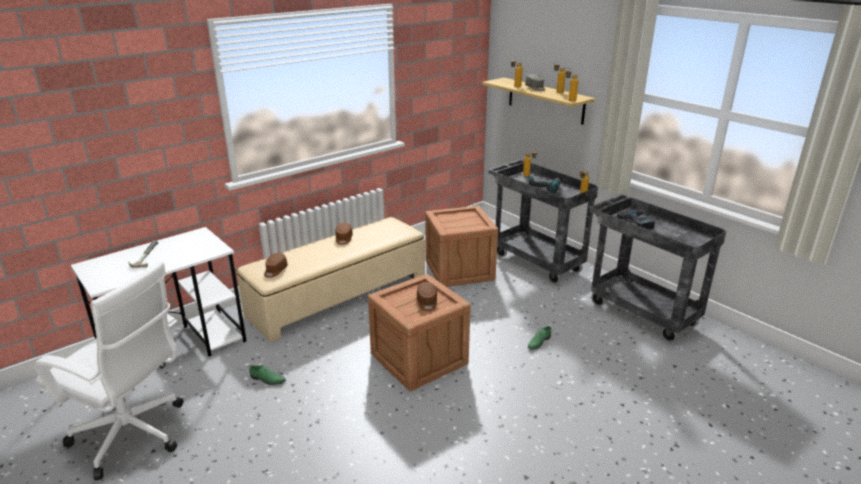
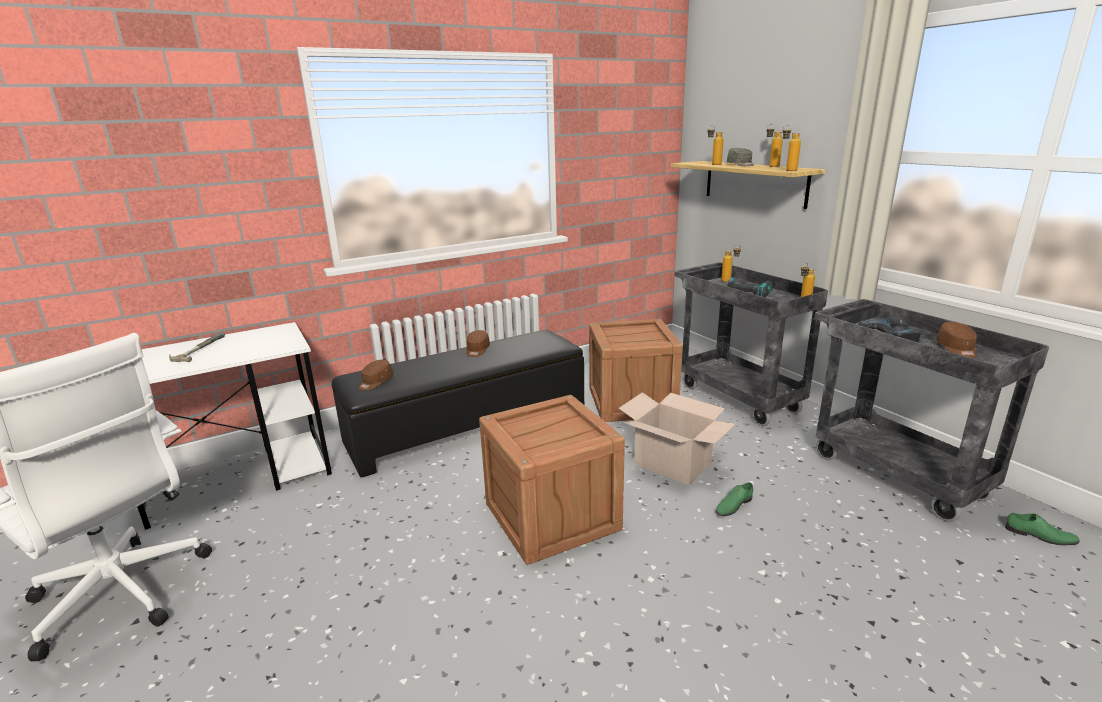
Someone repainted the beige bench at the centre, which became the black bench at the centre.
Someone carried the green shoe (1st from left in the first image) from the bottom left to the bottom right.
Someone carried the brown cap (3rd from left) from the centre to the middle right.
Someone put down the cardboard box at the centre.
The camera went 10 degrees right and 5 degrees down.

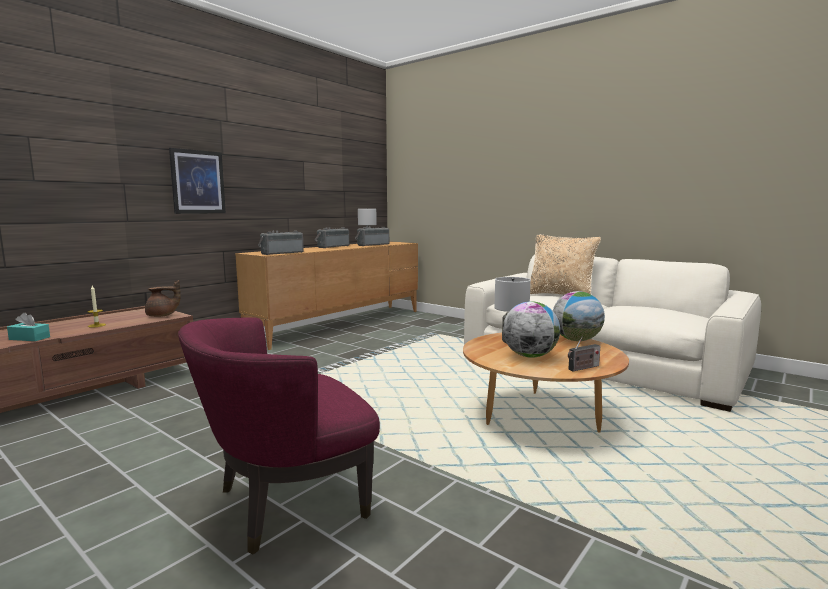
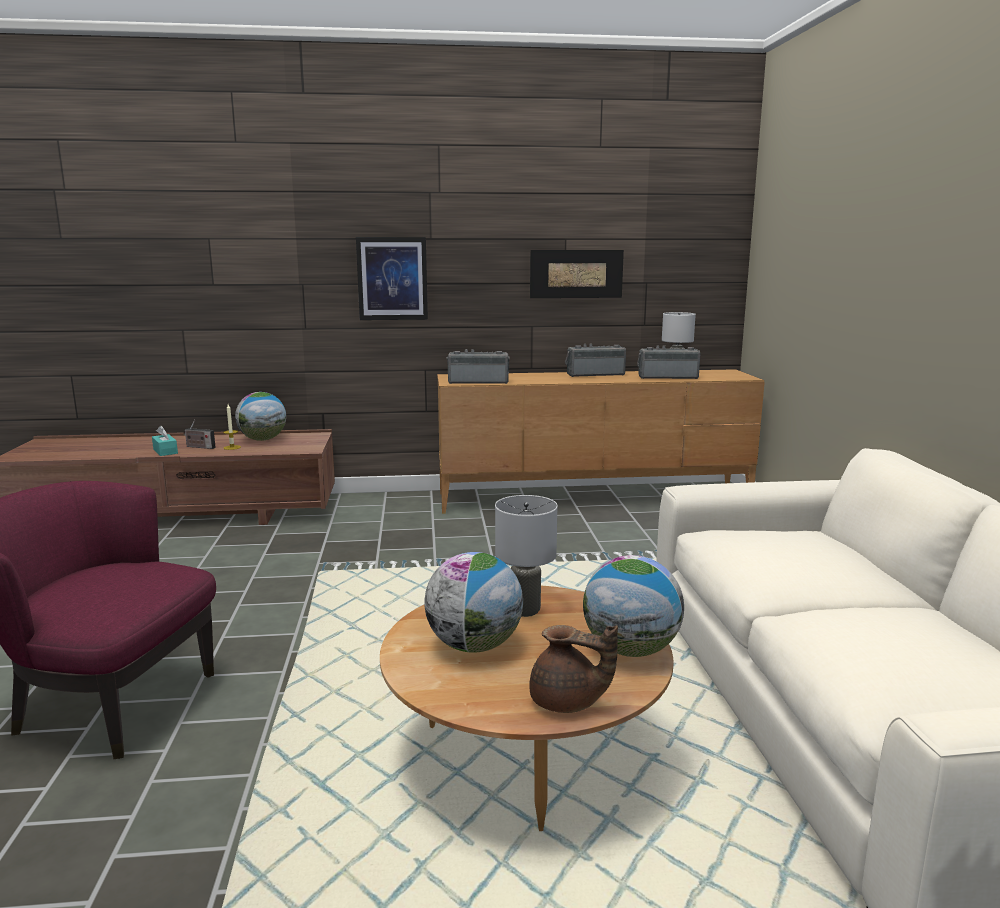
Someone carried the brown teapot from the middle left to the bottom centre.
Someone took away the beige pillow at the middle right.
Someone carried the radio (4th from left in the first image) from the middle right to the middle left.
Someone put down the globe (1st from left) at the middle left.
Someone put up the picture (2nd from left) at the top centre.
The camera went 45 degrees right and 5 degrees up.

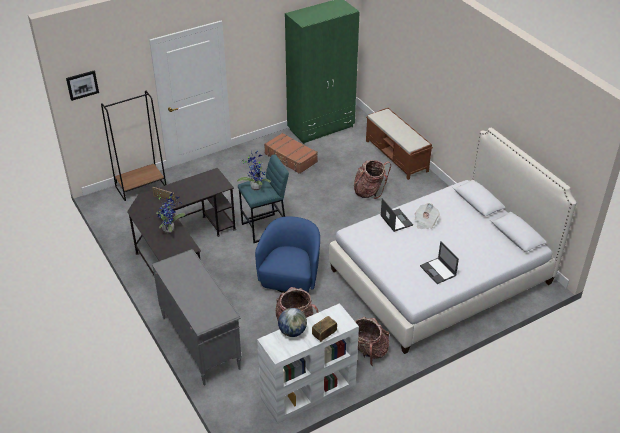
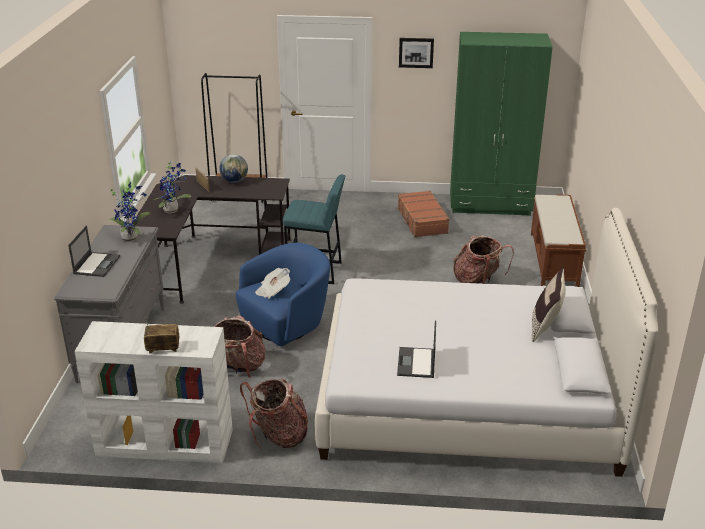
Someone carried the picture from the top left to the top centre.
Someone carried the potted plant (2nd from left in the first image) from the centre to the middle left.
Someone carried the globe from the bottom centre to the top left.
Someone carried the laptop (1st from left) from the centre to the middle left.
Someone carried the newspaper from the middle right to the centre.
Someone put down the pillow at the middle right.
The camera went 35 degrees right and 10 degrees down.

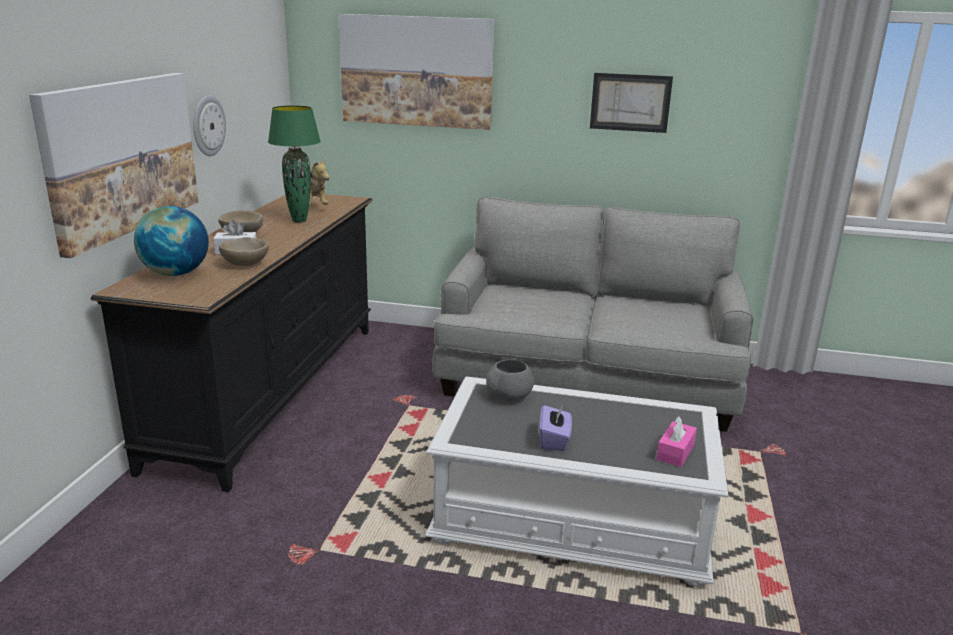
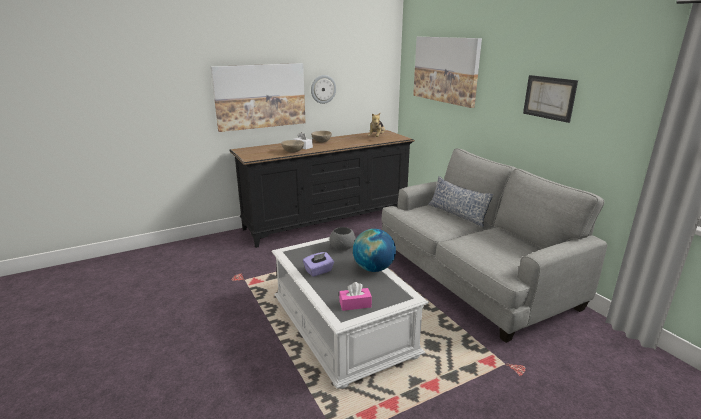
Someone carried the globe from the middle left to the centre.
Someone took away the green table lamp at the top left.
Someone put down the pillow at the centre.
The camera went 50 degrees right and 0 degrees up.

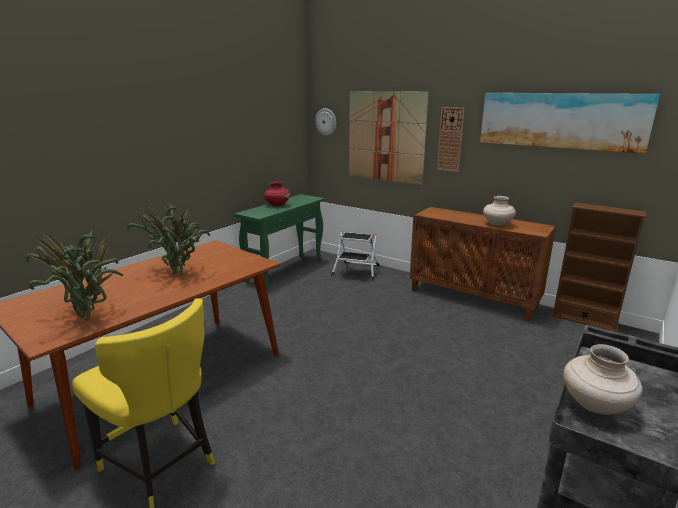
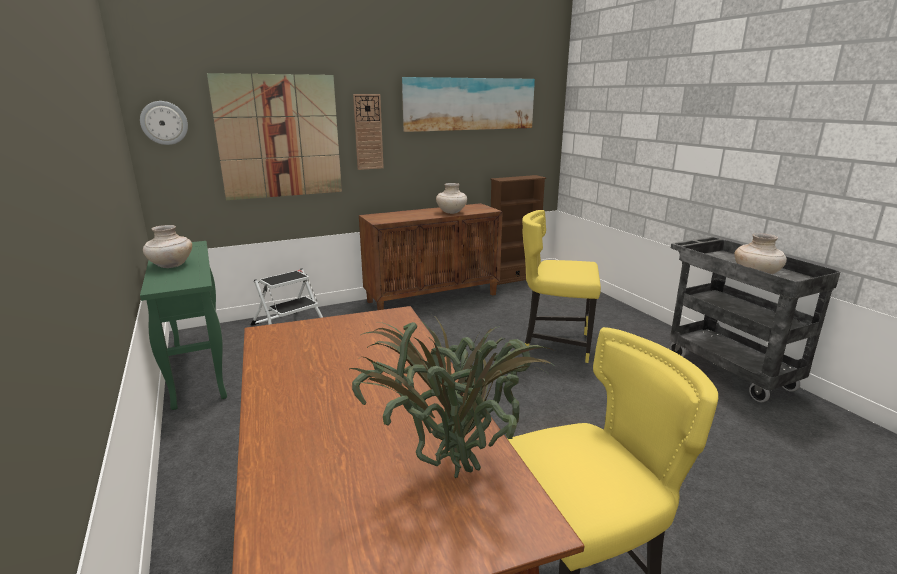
Someone took away the potted plant (2nd from left) at the middle left.
Someone repainted the red vase at the centre, which became the beige vase (1st from left) at the middle left.
Someone put down the yellow chair (1st from left) at the centre.
The camera went 60 degrees left and 0 degrees up.

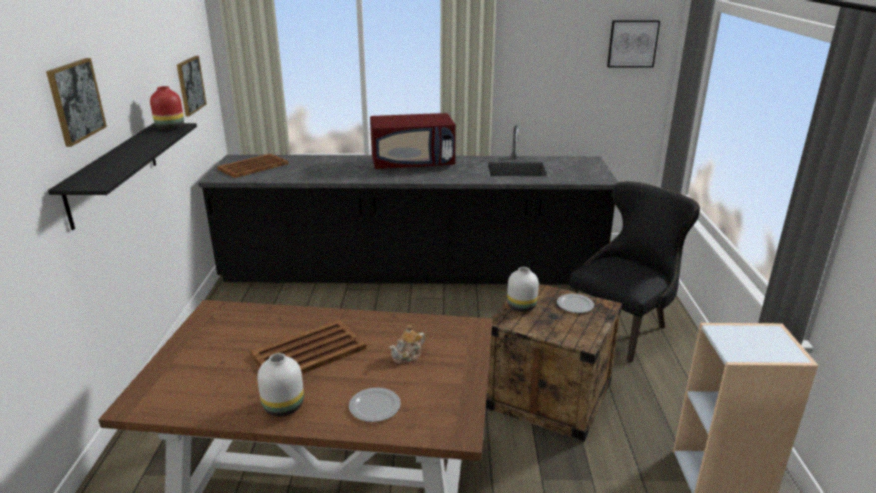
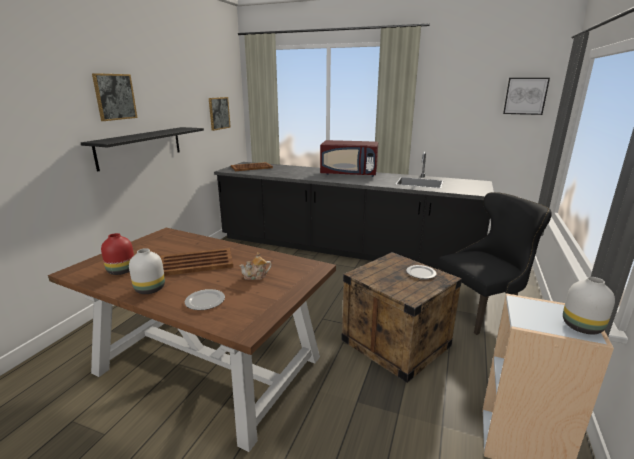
Someone carried the red vase from the top left to the middle left.
Someone carried the white vase (2nd from left) from the centre to the middle right.
The camera went 20 degrees right and 5 degrees down.

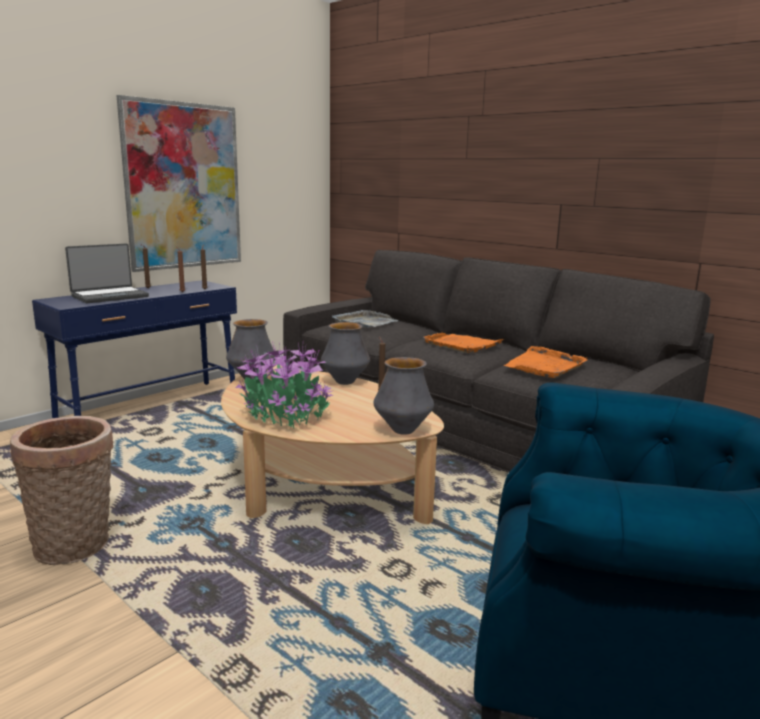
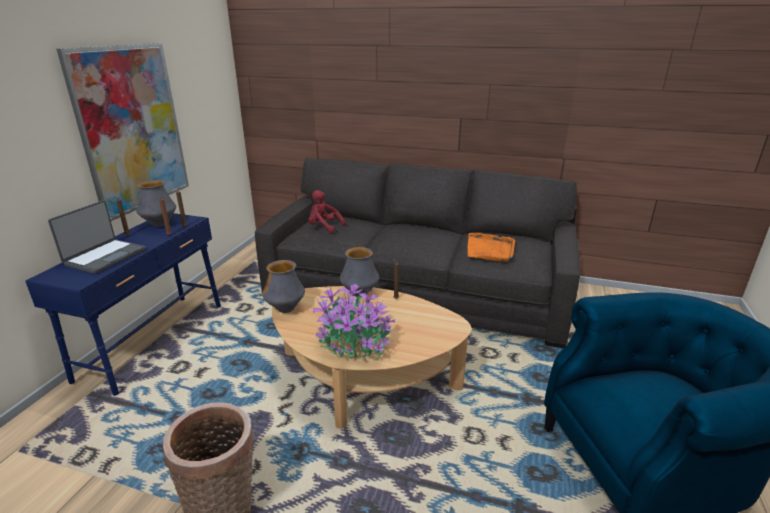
Someone swapped the grey tray at the centre for the red plush toy at the centre.
Someone carried the vase (3rd from left in the first image) from the centre to the middle left.
Someone took away the orange tray (1st from left) at the centre.
The camera went 25 degrees left and 10 degrees up.

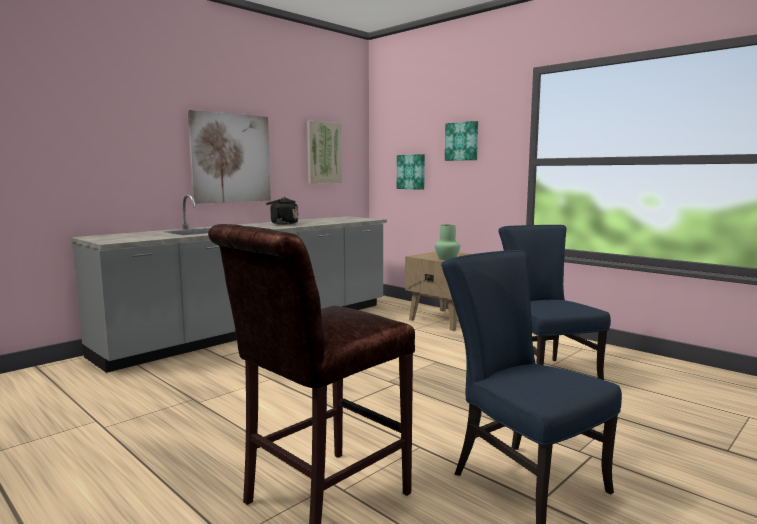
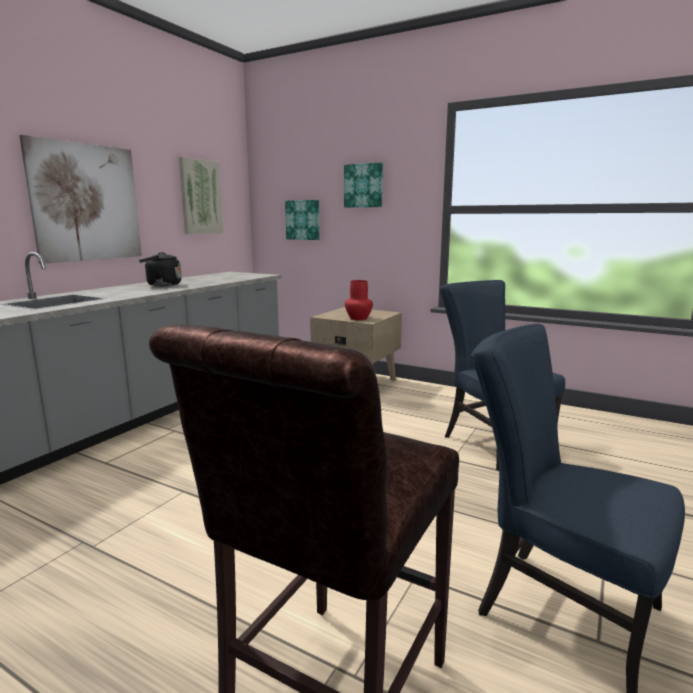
Someone repainted the green vase at the centre, which became the red vase at the centre.
The camera went 15 degrees left and 5 degrees up.

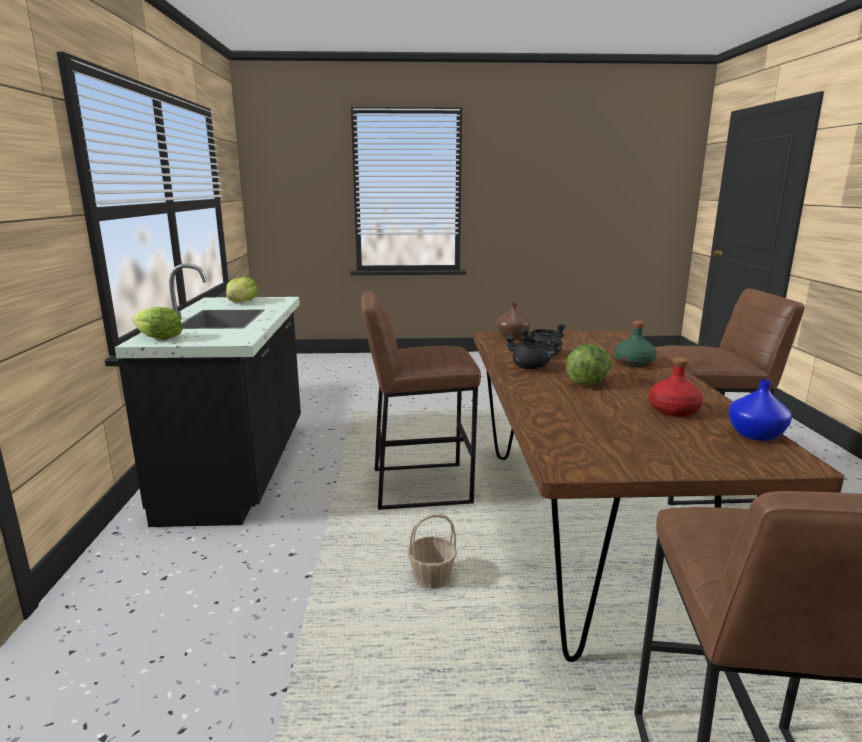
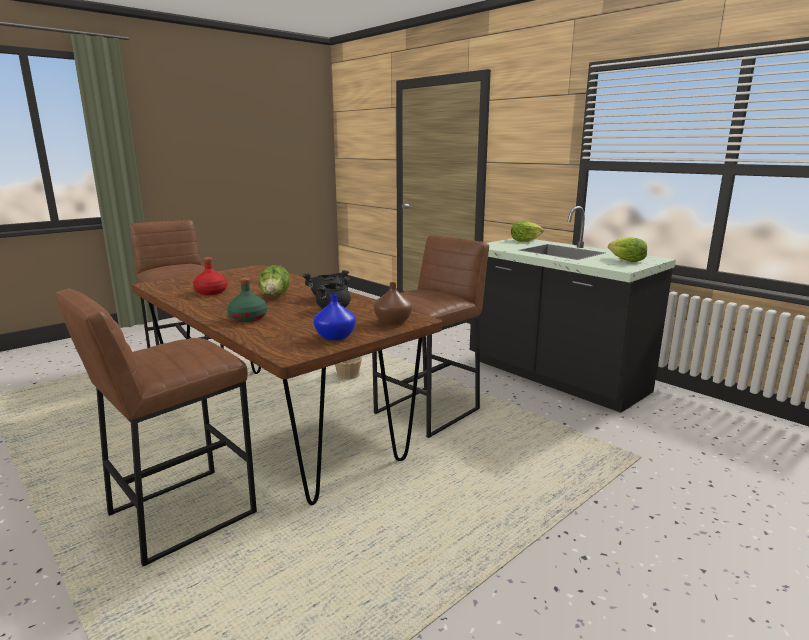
Someone carried the blue vase from the middle right to the centre.
The camera went 140 degrees right and 0 degrees up.

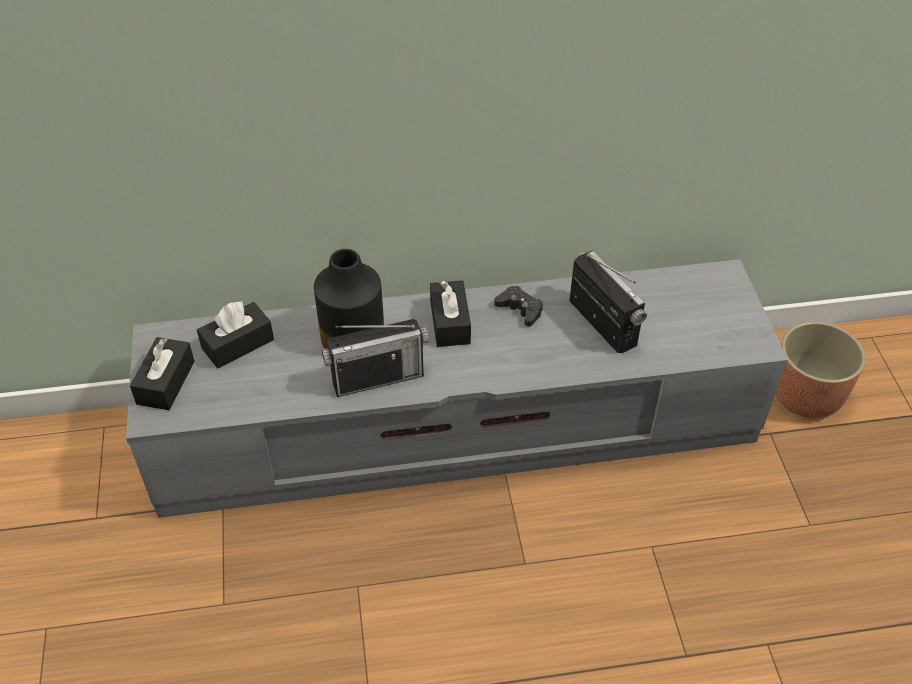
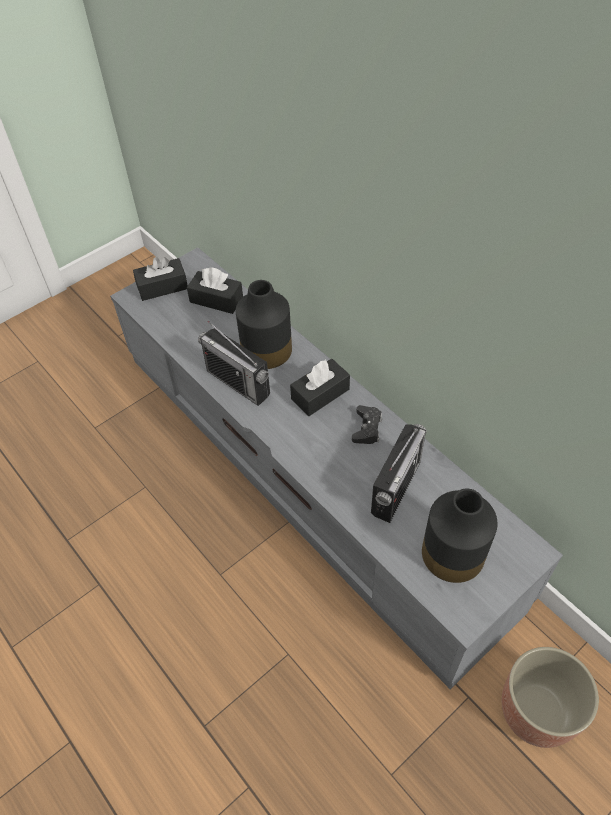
Someone put down the black vase (2nd from left) at the middle right.
The camera went 60 degrees right and 5 degrees up.

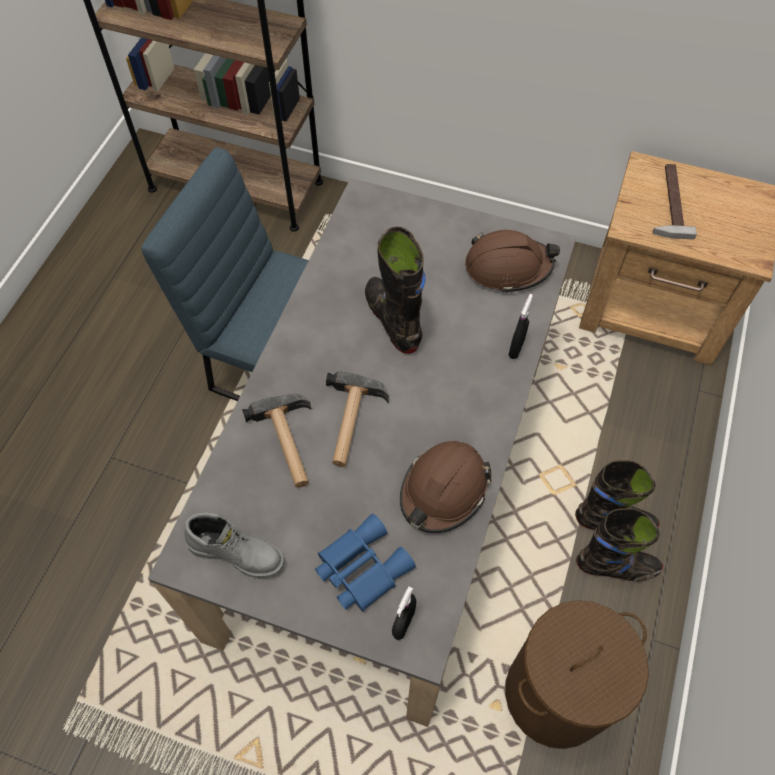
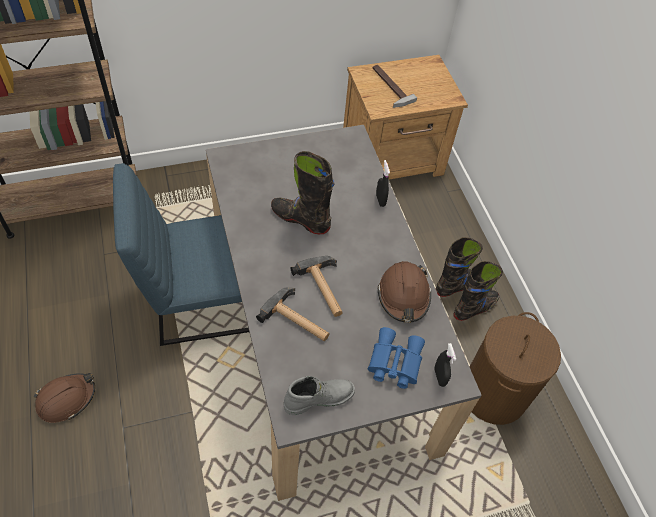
Someone carried the brown hard hat (2nd from left in the first image) from the centre to the bottom left.
The camera went 40 degrees left and 5 degrees down.

